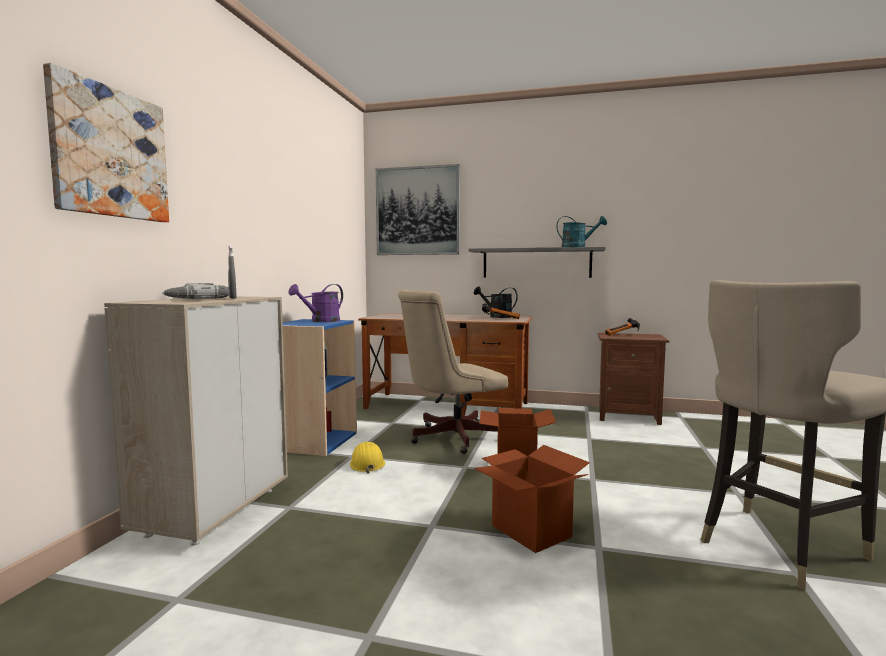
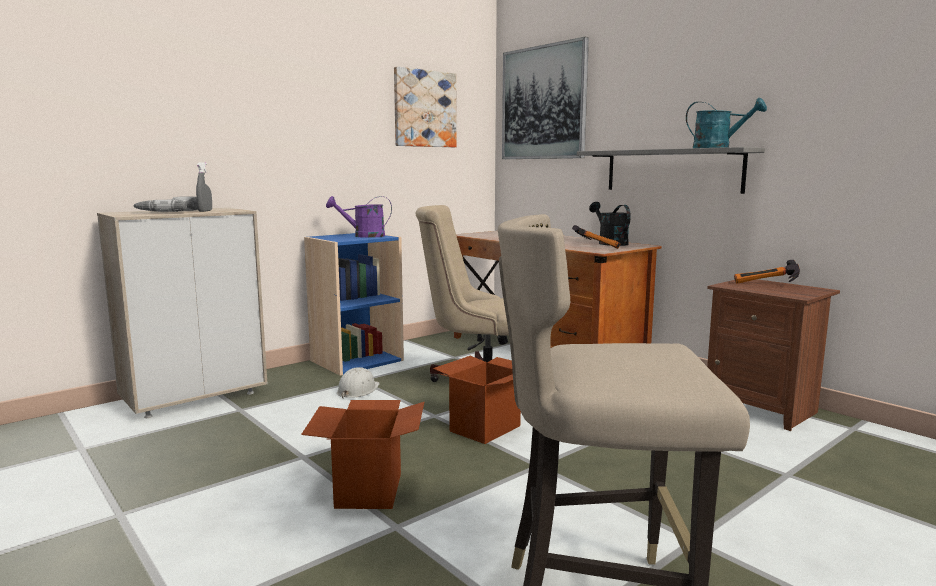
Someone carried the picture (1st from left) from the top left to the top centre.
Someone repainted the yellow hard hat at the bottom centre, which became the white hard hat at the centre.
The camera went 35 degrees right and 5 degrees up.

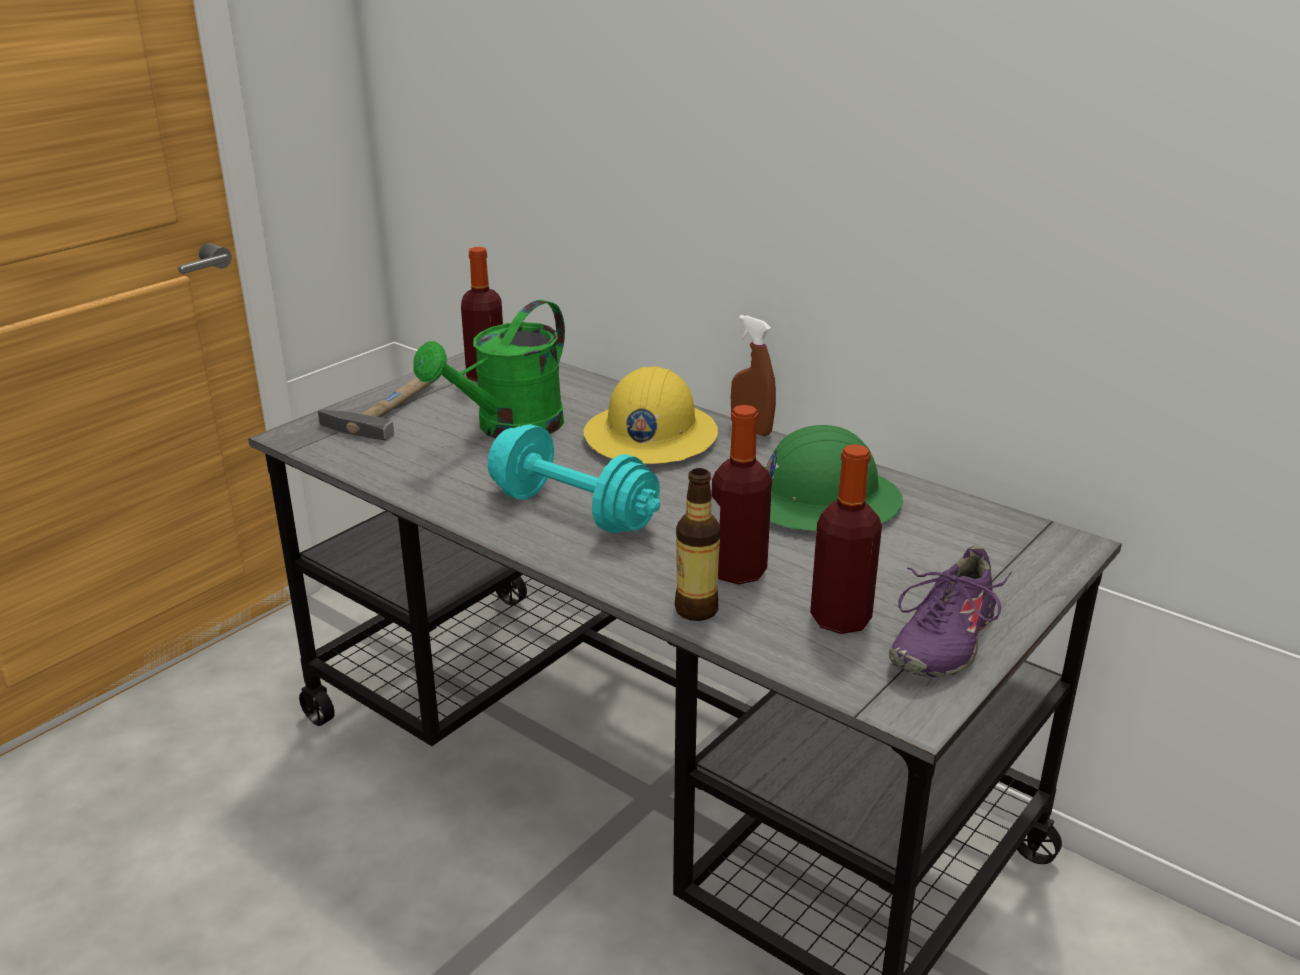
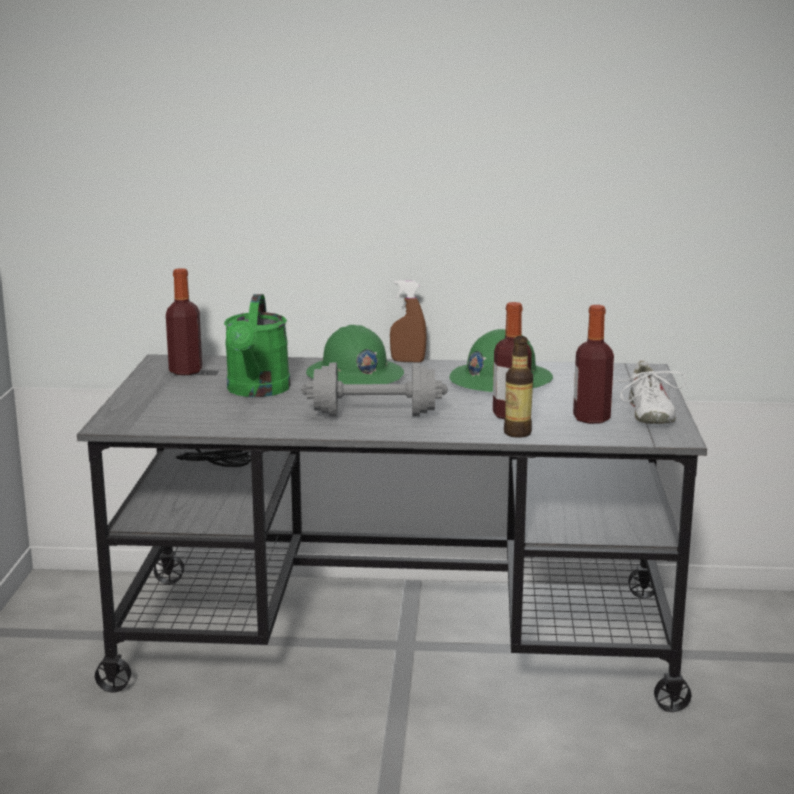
Someone took away the hammer at the middle left.
Someone repainted the turquoise dumbbell at the centre, which became the grey dumbbell at the centre.
Someone repainted the yellow hard hat at the centre, which became the green hard hat (1st from left) at the centre.
Someone repainted the purple shoe at the middle right, which became the white shoe at the middle right.
The camera went 35 degrees left and 10 degrees down.

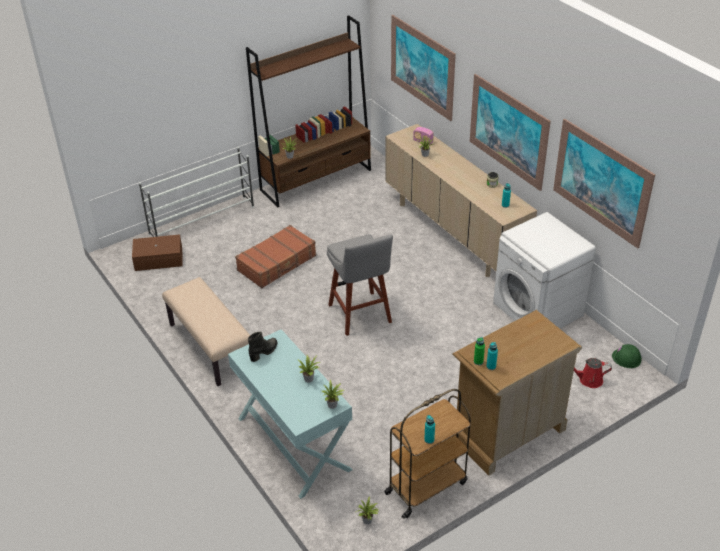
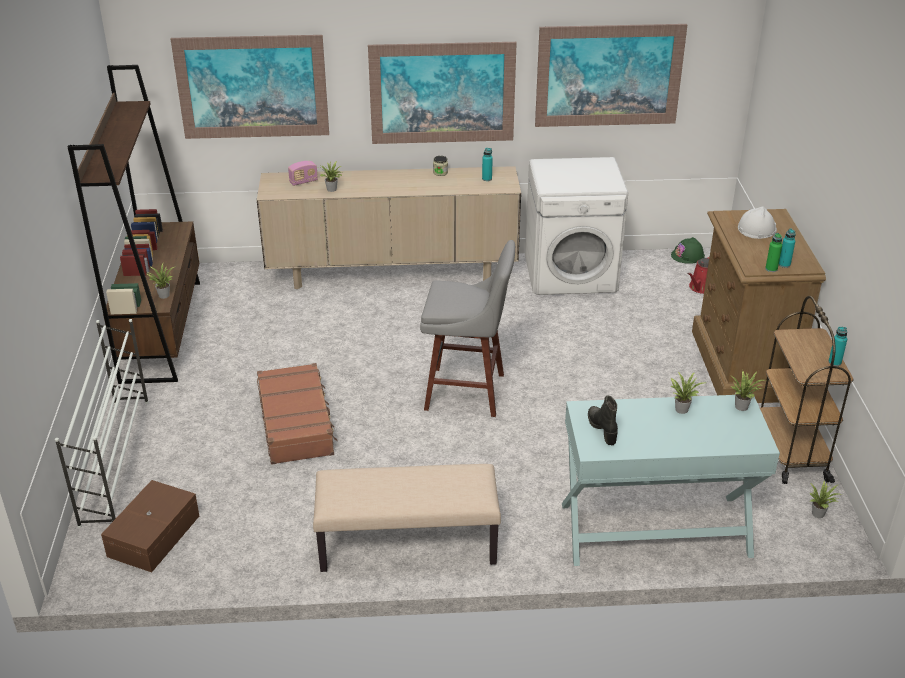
Someone put down the white hard hat at the top right.
The camera went 60 degrees left and 5 degrees down.

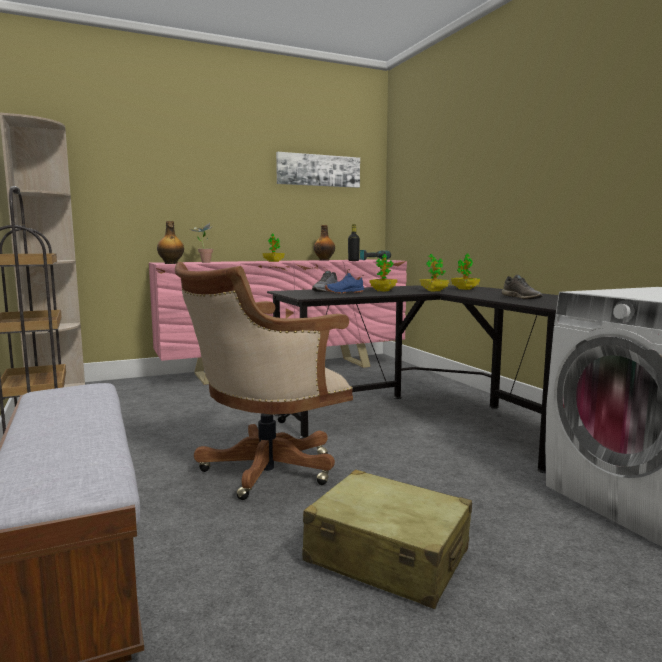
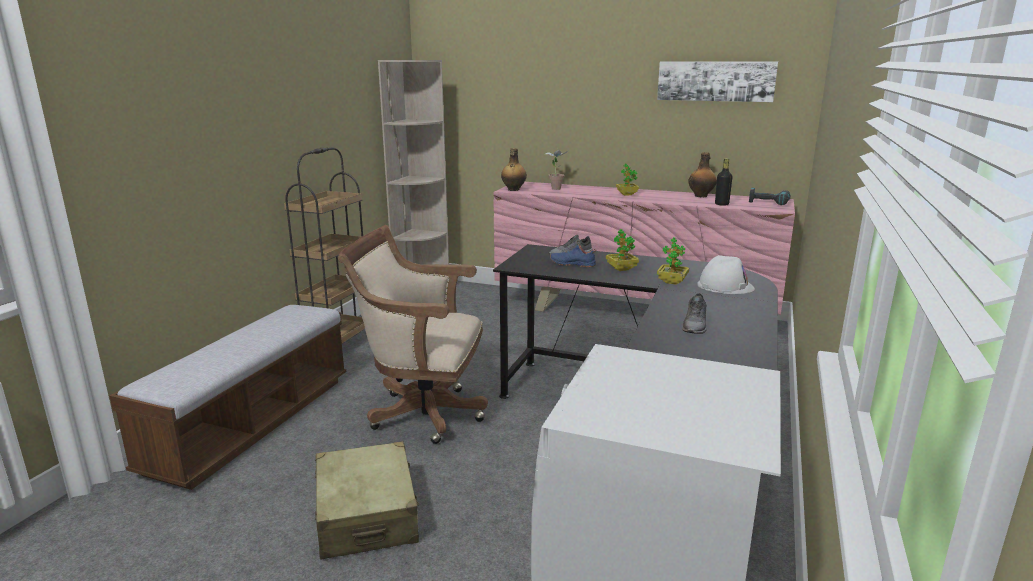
Someone swapped the potted plant (5th from left) at the middle right for the white hard hat at the middle right.
The camera went 45 degrees right and 10 degrees up.

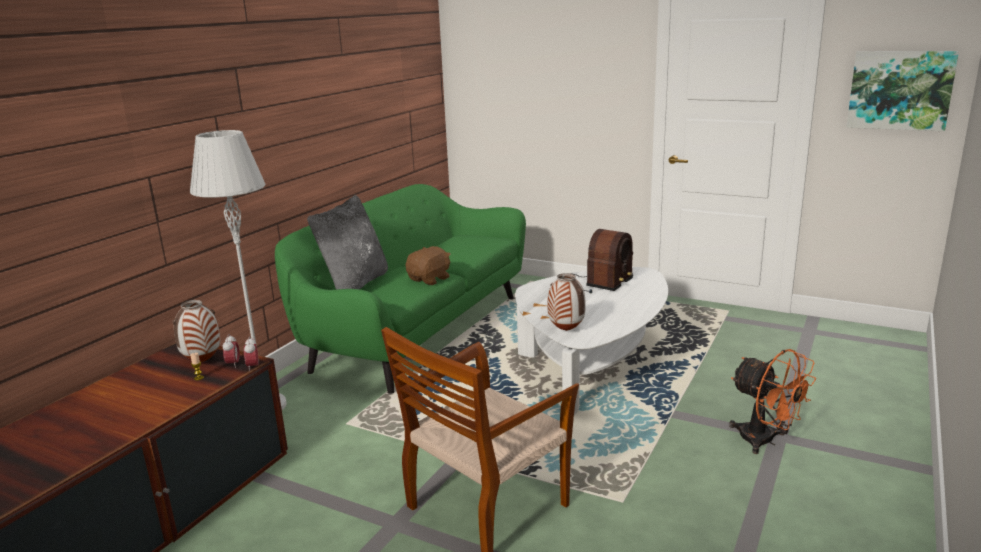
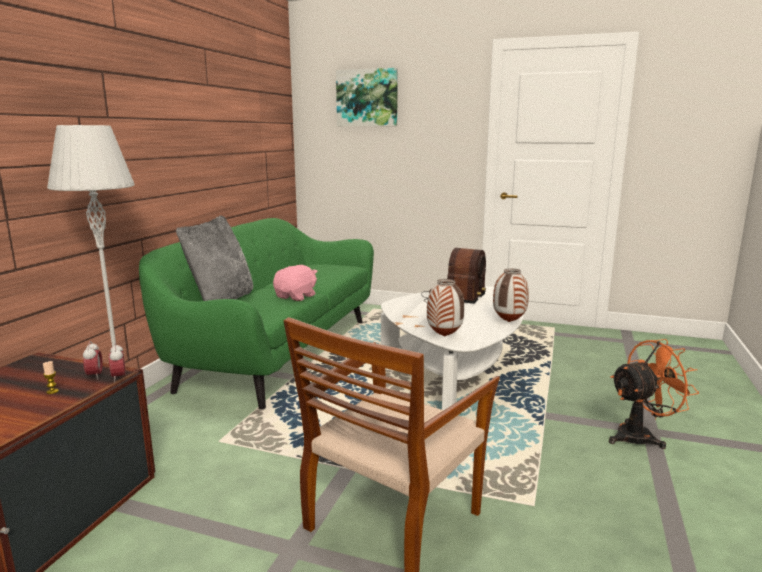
Someone carried the vase (1st from left in the first image) from the middle left to the middle right.
Someone repainted the brown plush toy at the centre, which became the pink plush toy at the centre.
Someone rotated the orange fan at the bottom right by 60 degrees counterclockwise.
Someone carried the picture from the top right to the top centre.
The camera went 10 degrees left and 5 degrees down.

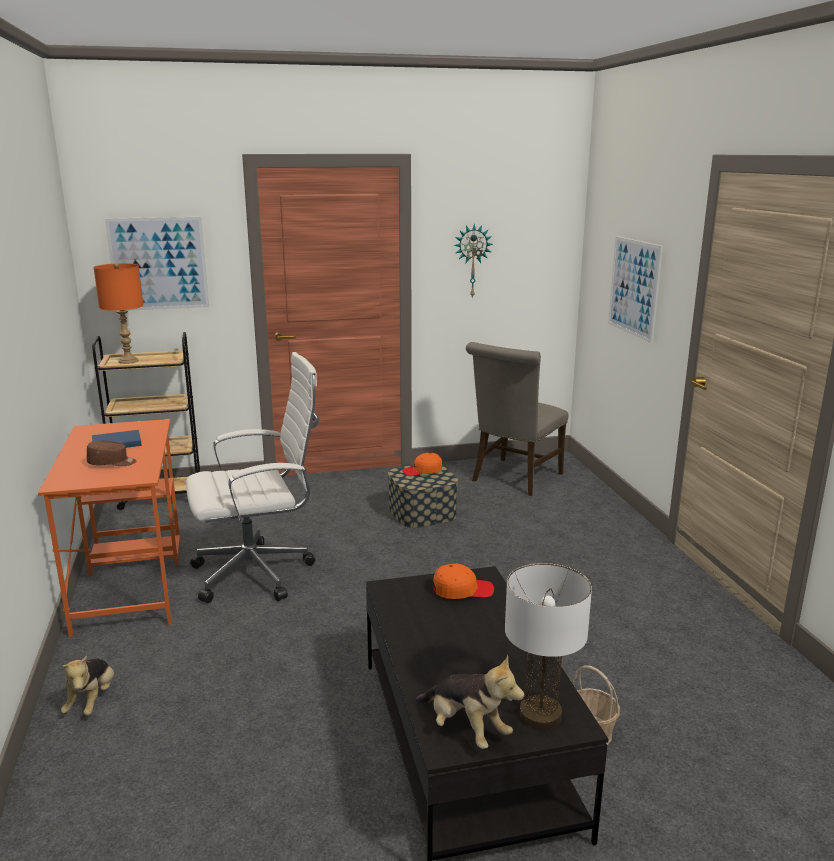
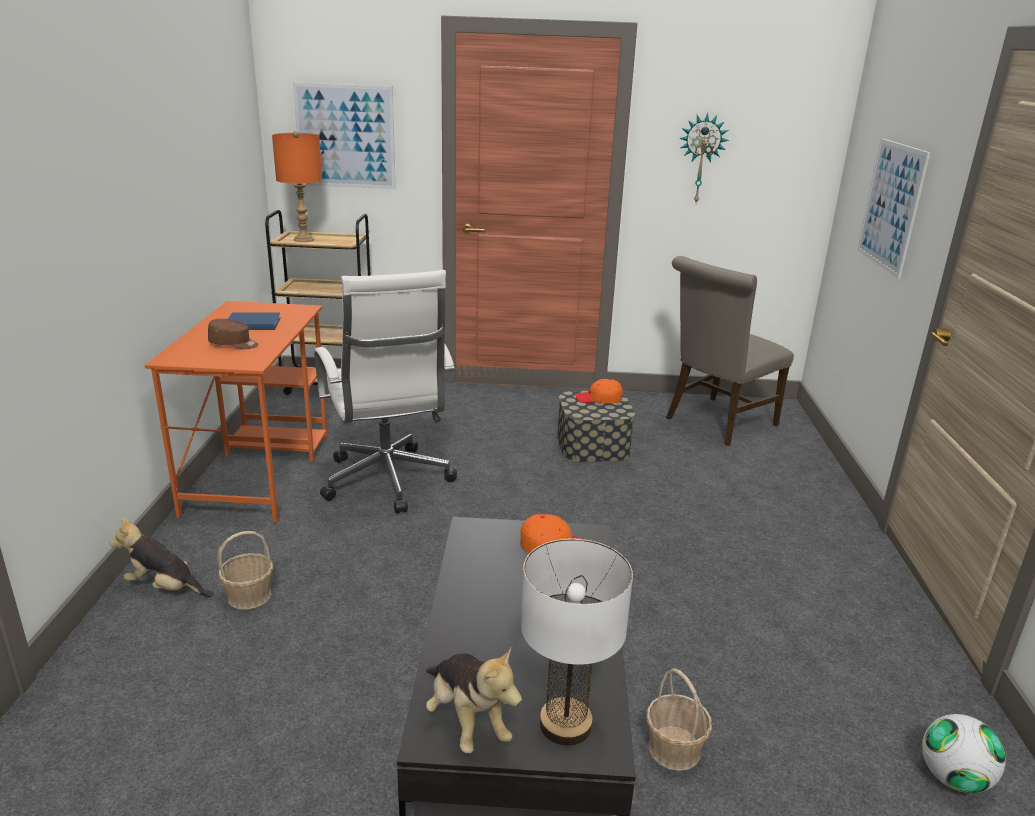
Someone rotated the plush toy (1st from left) at the bottom left by 90 degrees clockwise.
Someone rotated the white office chair at the middle left by 75 degrees clockwise.
Someone put down the basket (1st from left) at the bottom left.
Someone put down the football at the bottom right.
The camera went 15 degrees right and 5 degrees up.

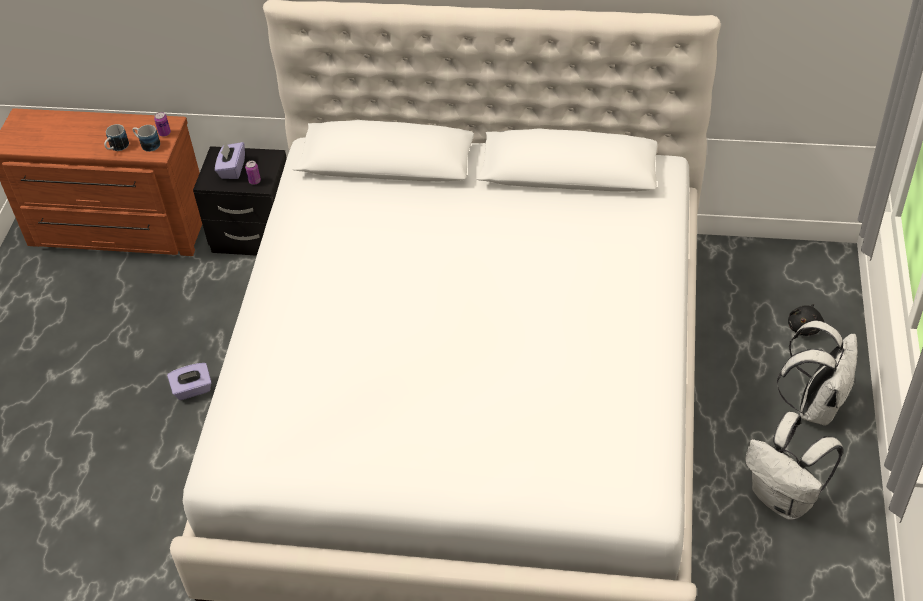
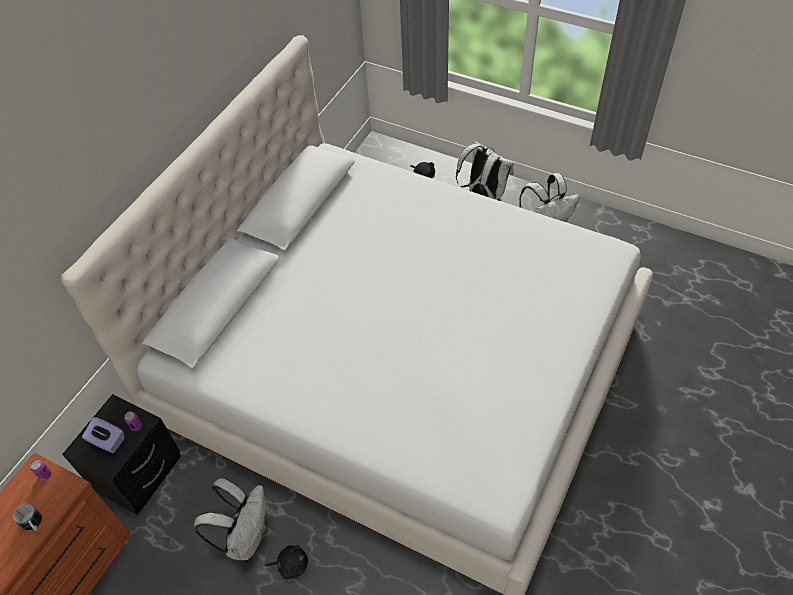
Someone took away the mug (2nd from left) at the top left.
Someone swapped the purple tissue box (1st from left) at the middle left for the black plush toy (1st from left) at the bottom centre.
Someone put down the white backpack (1st from left) at the bottom left.
The camera went 70 degrees left and 5 degrees up.

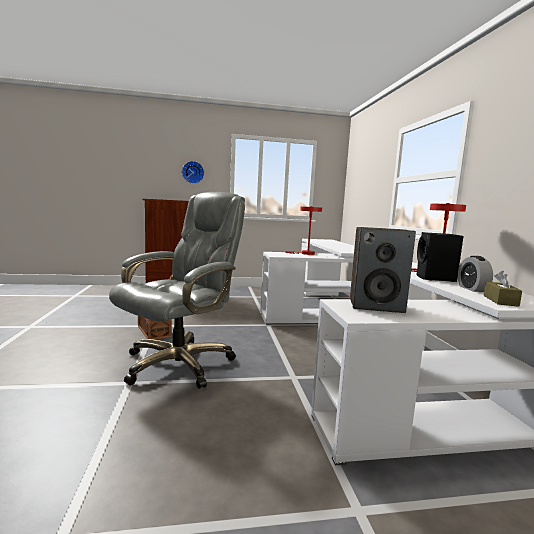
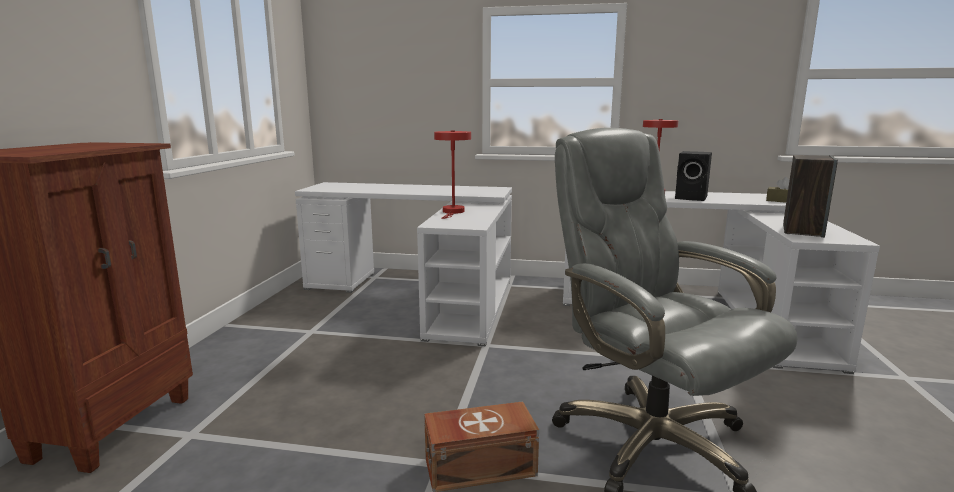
Someone took away the wall clock at the top centre.
Someone took away the alarm clock at the middle right.
The camera went 70 degrees left and 5 degrees up.

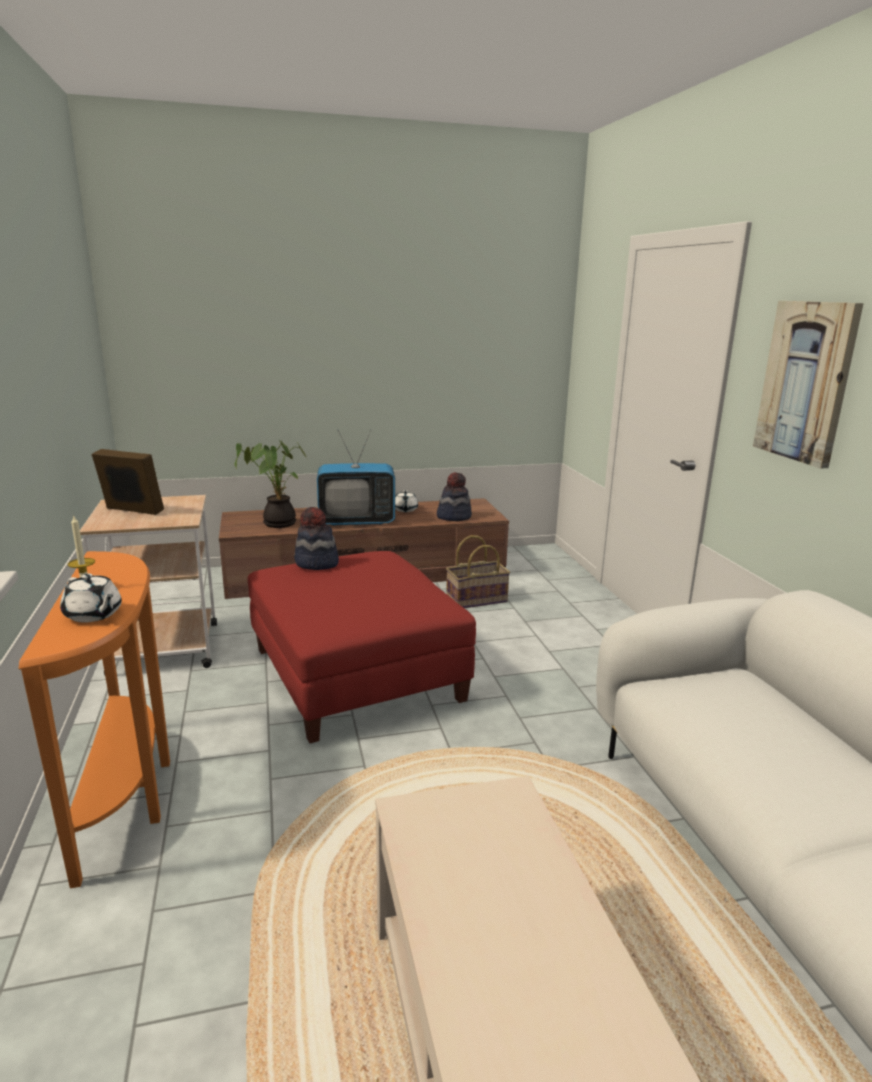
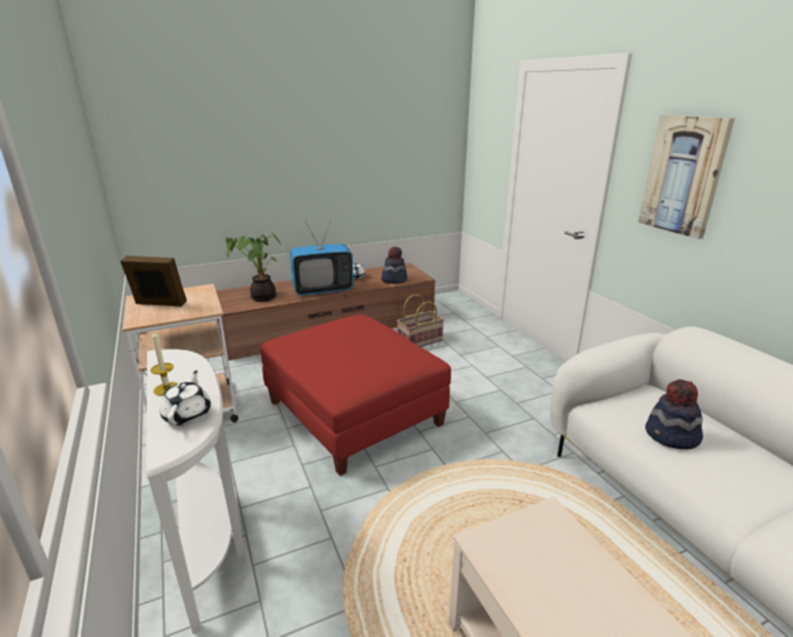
Someone repainted the orange console table at the middle left, which became the white console table at the bottom left.
Someone rotated the white teapot (1st from left) at the middle left by 120 degrees counterclockwise.
Someone carried the hat (1st from left in the first image) from the centre to the middle right.
The camera went 10 degrees left and 5 degrees up.

